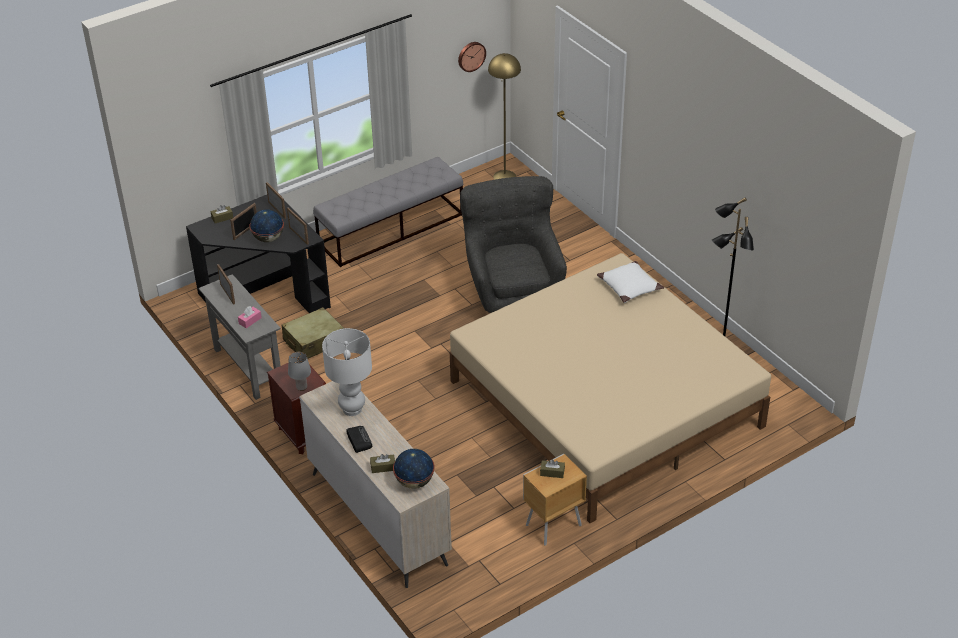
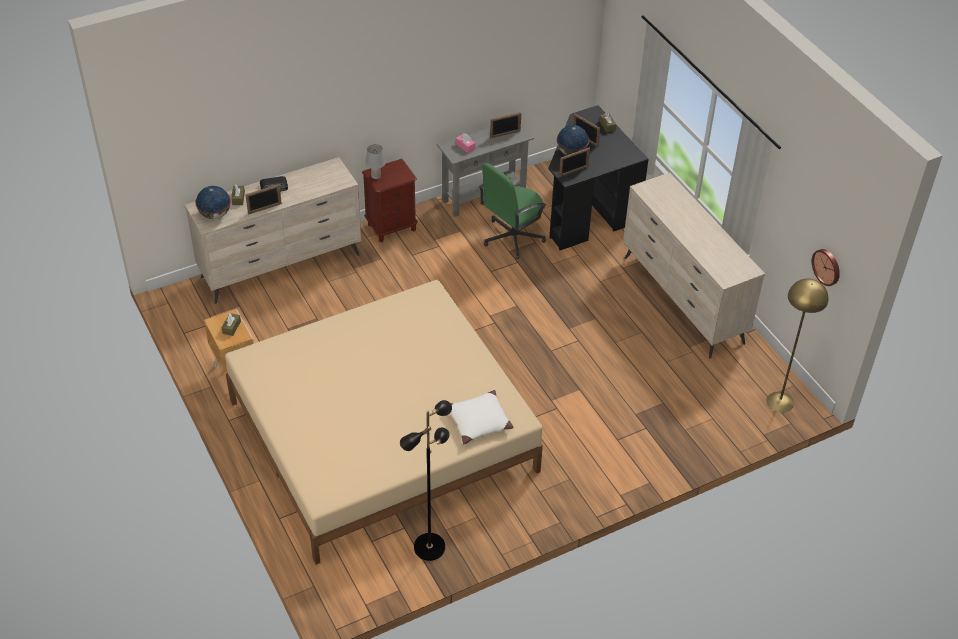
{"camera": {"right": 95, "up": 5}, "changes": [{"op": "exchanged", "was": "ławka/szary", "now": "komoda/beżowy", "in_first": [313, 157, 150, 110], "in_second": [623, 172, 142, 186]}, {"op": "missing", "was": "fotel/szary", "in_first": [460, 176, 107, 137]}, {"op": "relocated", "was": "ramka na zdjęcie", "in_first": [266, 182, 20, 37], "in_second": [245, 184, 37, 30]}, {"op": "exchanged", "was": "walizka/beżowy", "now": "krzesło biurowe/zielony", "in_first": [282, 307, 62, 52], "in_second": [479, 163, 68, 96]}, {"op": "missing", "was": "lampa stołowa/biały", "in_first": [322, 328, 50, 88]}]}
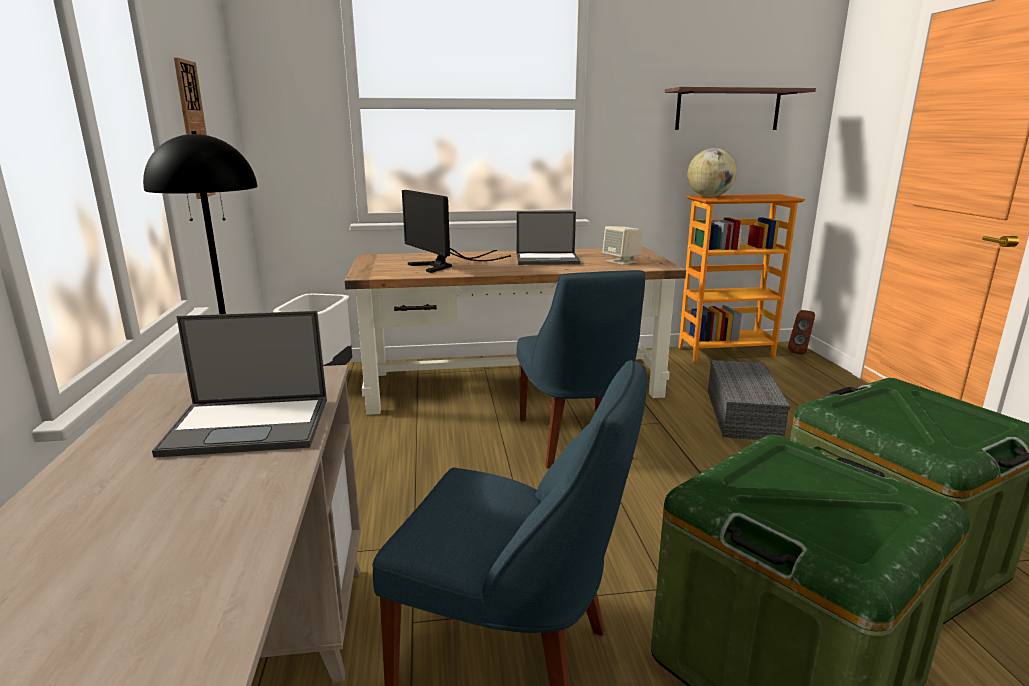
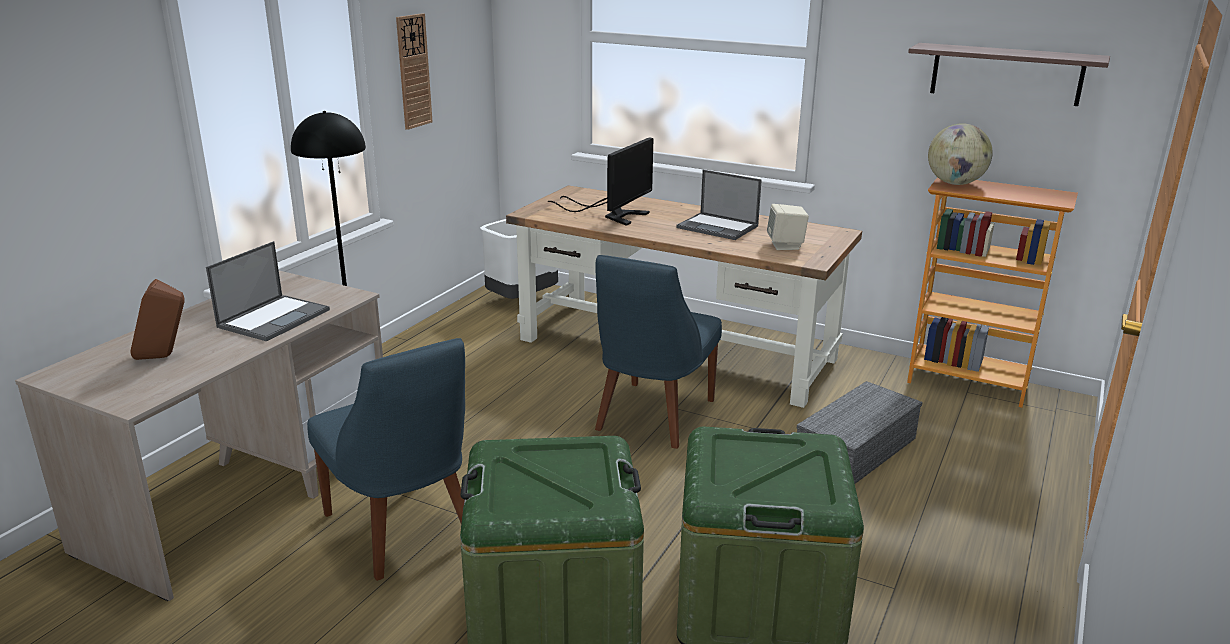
{"camera": {"right": 35, "up": 5}, "changes": [{"op": "spun", "was": "monitor", "in_first": [402, 190, 109, 83], "in_second": [548, 138, 105, 88], "clockwise": -150}, {"op": "relocated", "was": "głośnik/brązowy", "in_first": [788, 310, 27, 45], "in_second": [130, 279, 55, 81]}, {"op": "spun", "was": "laptop", "in_first": [152, 311, 175, 147], "in_second": [206, 241, 124, 100], "clockwise": -90}]}
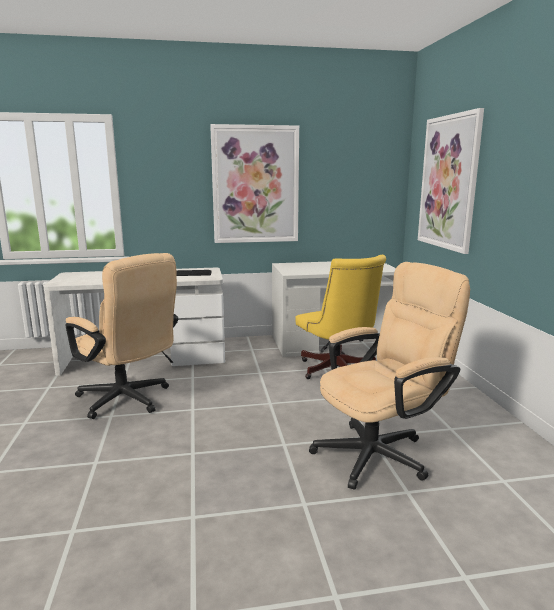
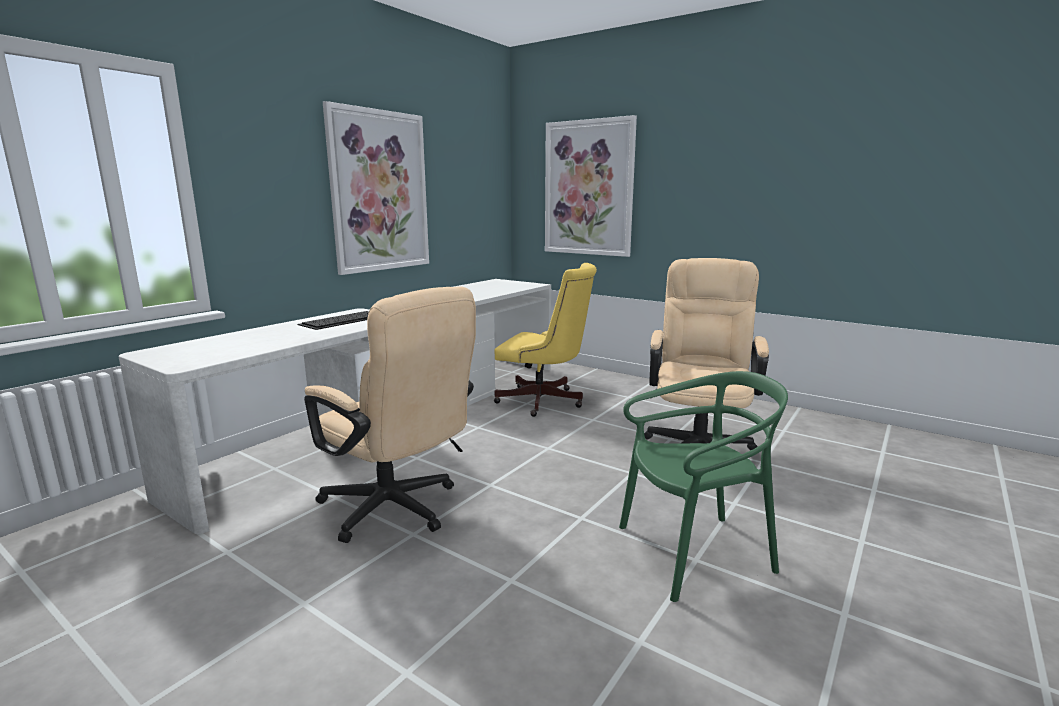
{"camera": {"right": -45, "up": 0}, "changes": [{"op": "spun", "was": "krzesło biurowe/beżowy", "in_first": [65, 253, 113, 166], "in_second": [304, 286, 172, 257], "clockwise": 45}, {"op": "appeared", "now": "krzesło/zielony", "in_second": [619, 371, 169, 231]}]}
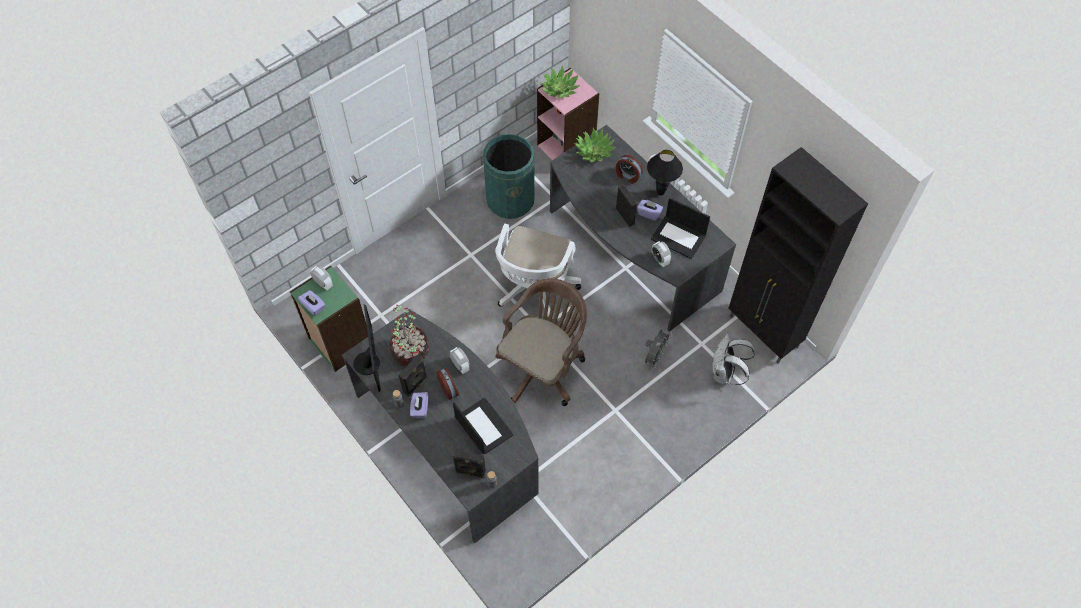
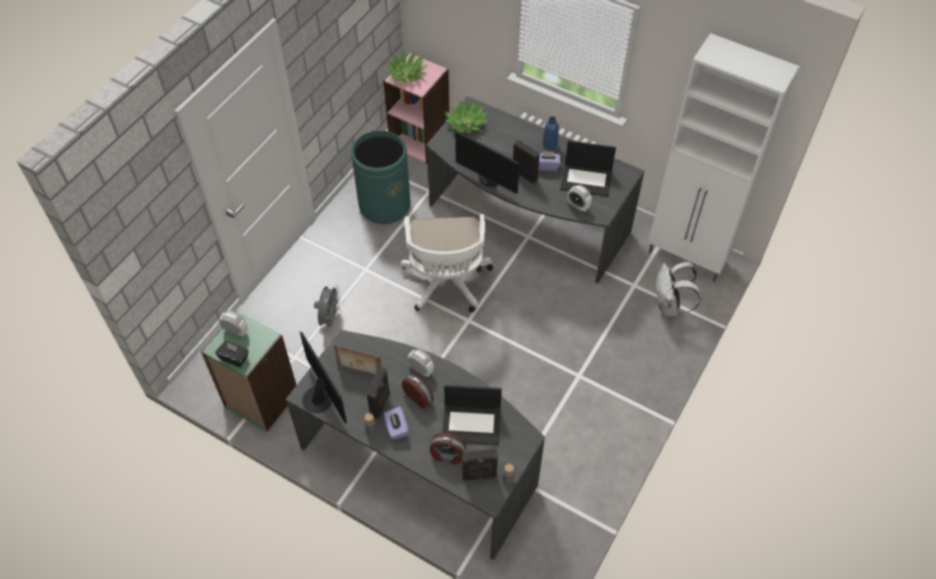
{"camera": {"right": -20, "up": -5}, "changes": [{"op": "colour", "was": "szafka/czarny", "now": "szafka/biały", "in_first": [728, 147, 140, 216], "in_second": [648, 33, 152, 249]}, {"op": "exchanged", "was": "lampa stołowa/czarny", "now": "butelka/niebieski", "in_first": [647, 150, 36, 45], "in_second": [542, 116, 17, 33]}, {"op": "relocated", "was": "budzik", "in_first": [616, 155, 27, 29], "in_second": [430, 433, 36, 32]}, {"op": "missing", "was": "krzesło biurowe/brązowy", "in_first": [495, 278, 92, 128]}, {"op": "colour", "was": "pudełko chusteczek/fioletowy", "now": "pudełko chusteczek/czarny", "in_first": [298, 290, 27, 26], "in_second": [215, 341, 34, 26]}, {"op": "exchanged", "was": "roślina doniczkowa", "now": "ramka na zdjęcie", "in_first": [390, 305, 39, 61], "in_second": [334, 344, 48, 31]}, {"op": "relocated", "was": "wentylator/szary", "in_first": [645, 330, 28, 40], "in_second": [314, 285, 27, 45]}, {"op": "spun", "was": "laptop", "in_first": [453, 398, 60, 56], "in_second": [442, 385, 60, 60], "clockwise": 150}, {"op": "appeared", "now": "monitor", "in_second": [455, 130, 65, 63]}]}
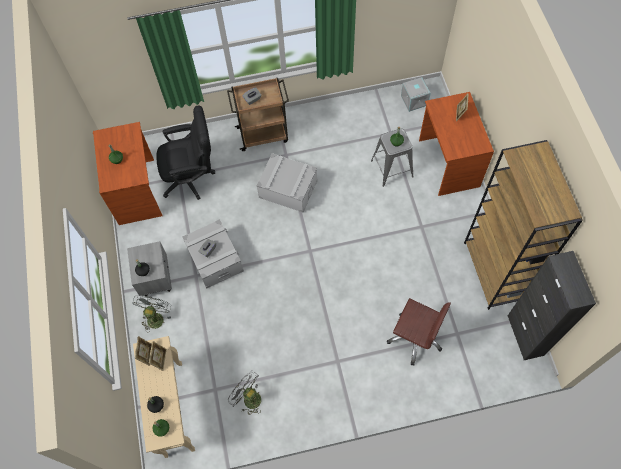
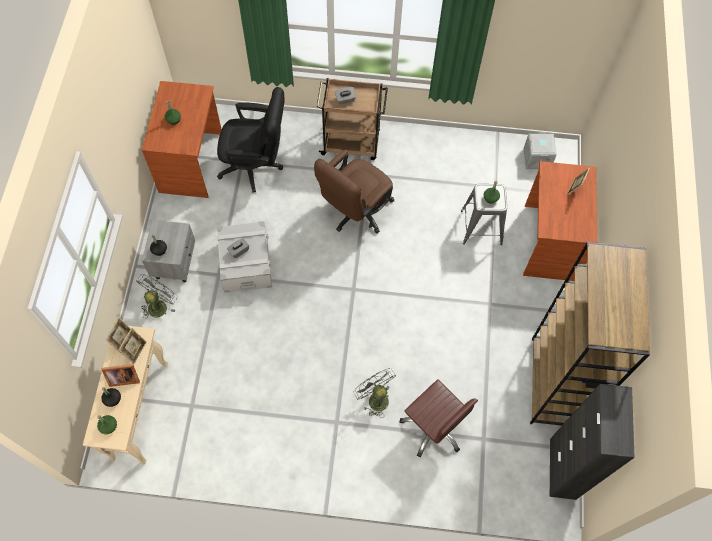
{"camera": {"right": 15, "up": 0}, "changes": [{"op": "exchanged", "was": "pojemnik do przechowywania/szary", "now": "krzesło biurowe/brązowy", "in_first": [256, 153, 61, 59], "in_second": [314, 150, 80, 84]}, {"op": "relocated", "was": "wentylator/szary", "in_first": [228, 371, 33, 44], "in_second": [354, 368, 42, 50]}, {"op": "appeared", "now": "ramka na zdjęcie", "in_second": [101, 364, 39, 23]}]}
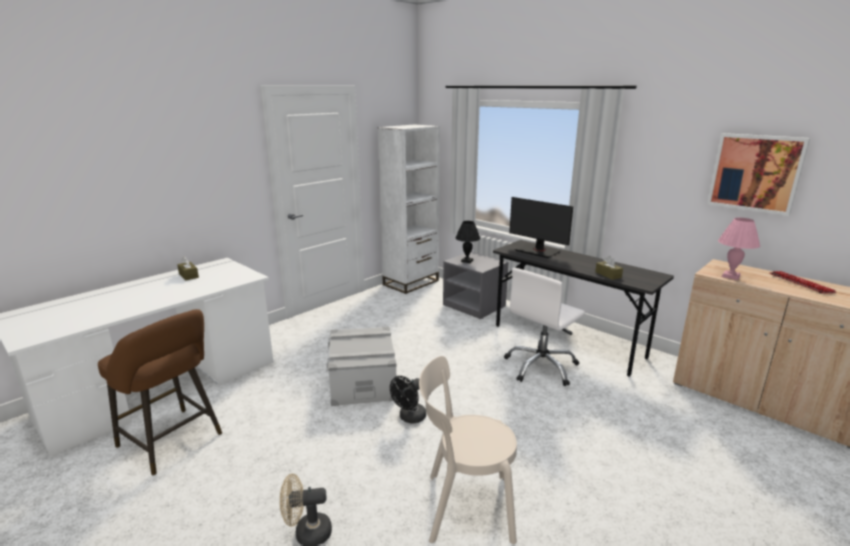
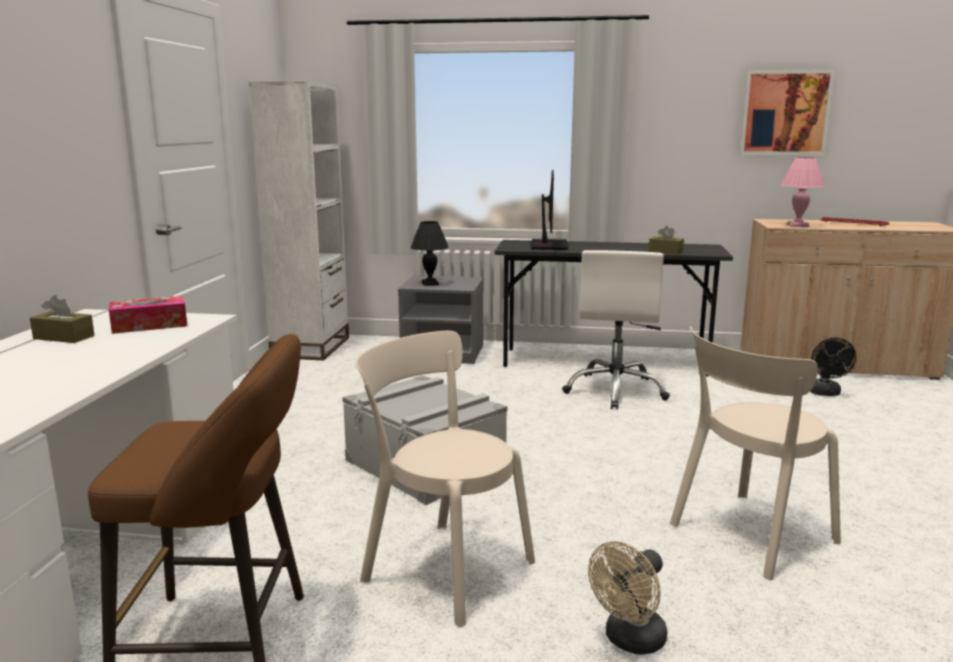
{"camera": {"right": -35, "up": -5}, "changes": [{"op": "spun", "was": "monitor", "in_first": [509, 197, 64, 61], "in_second": [530, 170, 38, 80], "clockwise": -90}, {"op": "relocated", "was": "wentylator/czarny", "in_first": [390, 376, 36, 48], "in_second": [810, 338, 46, 58]}, {"op": "appeared", "now": "pudełko chusteczek", "in_second": [109, 296, 78, 38]}, {"op": "appeared", "now": "krzesło/beżowy", "in_second": [356, 331, 179, 296]}]}
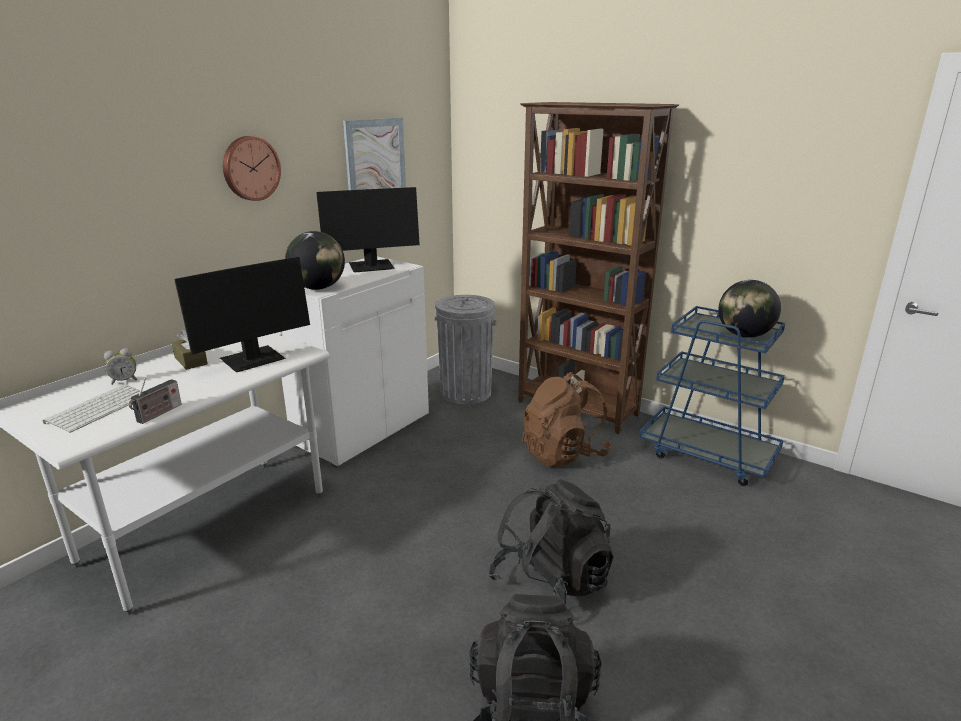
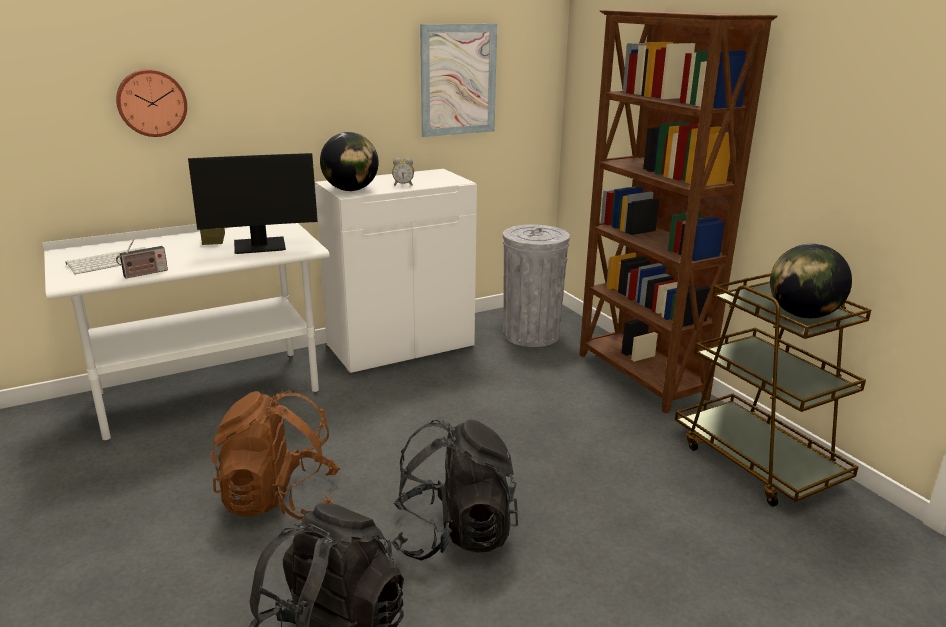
{"camera": {"right": 25, "up": 0}, "changes": [{"op": "relocated", "was": "zegar ścienny", "in_first": [223, 136, 58, 65], "in_second": [116, 69, 71, 68]}, {"op": "missing", "was": "monitor", "in_first": [316, 187, 104, 85]}, {"op": "colour", "was": "wózek/niebieski", "now": "wózek/brązowy", "in_first": [639, 306, 146, 180], "in_second": [675, 273, 196, 234]}, {"op": "relocated", "was": "budzik", "in_first": [104, 348, 33, 37], "in_second": [392, 158, 22, 28]}, {"op": "relocated", "was": "plecak/brązowy", "in_first": [522, 372, 89, 95], "in_second": [210, 390, 130, 130]}]}
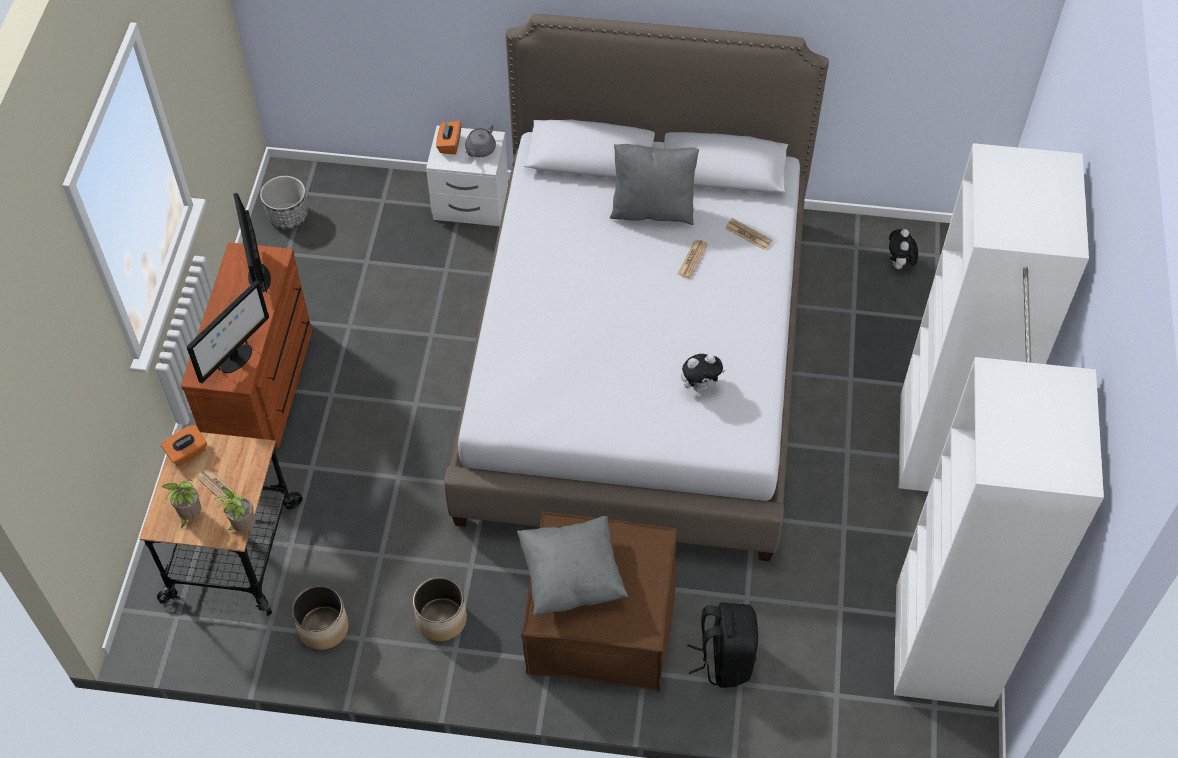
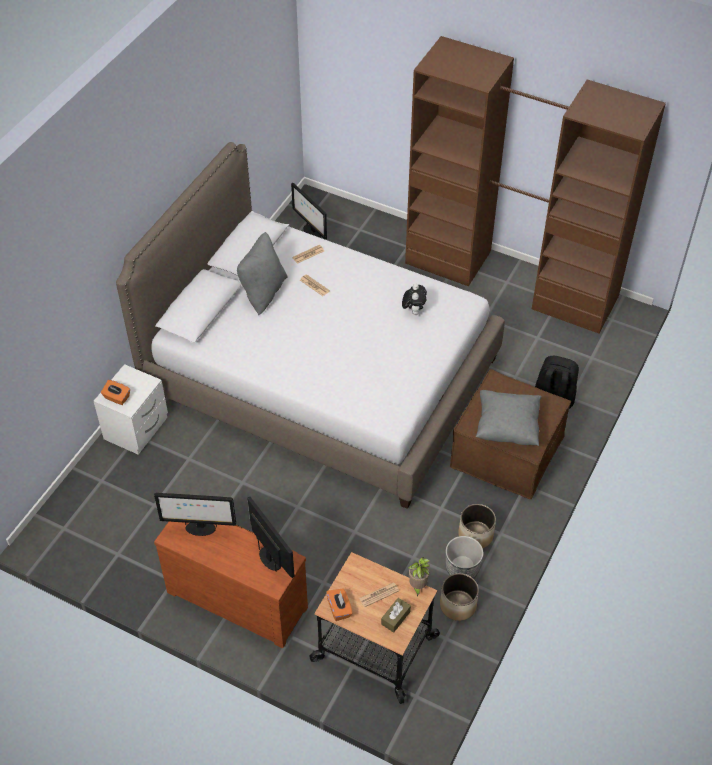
{"camera": {"right": -70, "up": -5}, "changes": [{"op": "missing", "was": "imbryk/szary", "in_first": [465, 124, 31, 33]}, {"op": "colour", "was": "szafa/biały", "now": "szafa/brązowy", "in_first": [894, 143, 210, 564], "in_second": [405, 36, 261, 297]}, {"op": "relocated", "was": "donica", "in_first": [260, 176, 48, 53], "in_second": [446, 536, 37, 42]}, {"op": "exchanged", "was": "pluszak", "now": "monitor", "in_first": [889, 229, 29, 42], "in_second": [291, 183, 36, 57]}, {"op": "exchanged", "was": "roślina doniczkowa", "now": "pudełko chusteczek/brązowy", "in_first": [162, 480, 39, 48], "in_second": [381, 598, 30, 35]}]}
